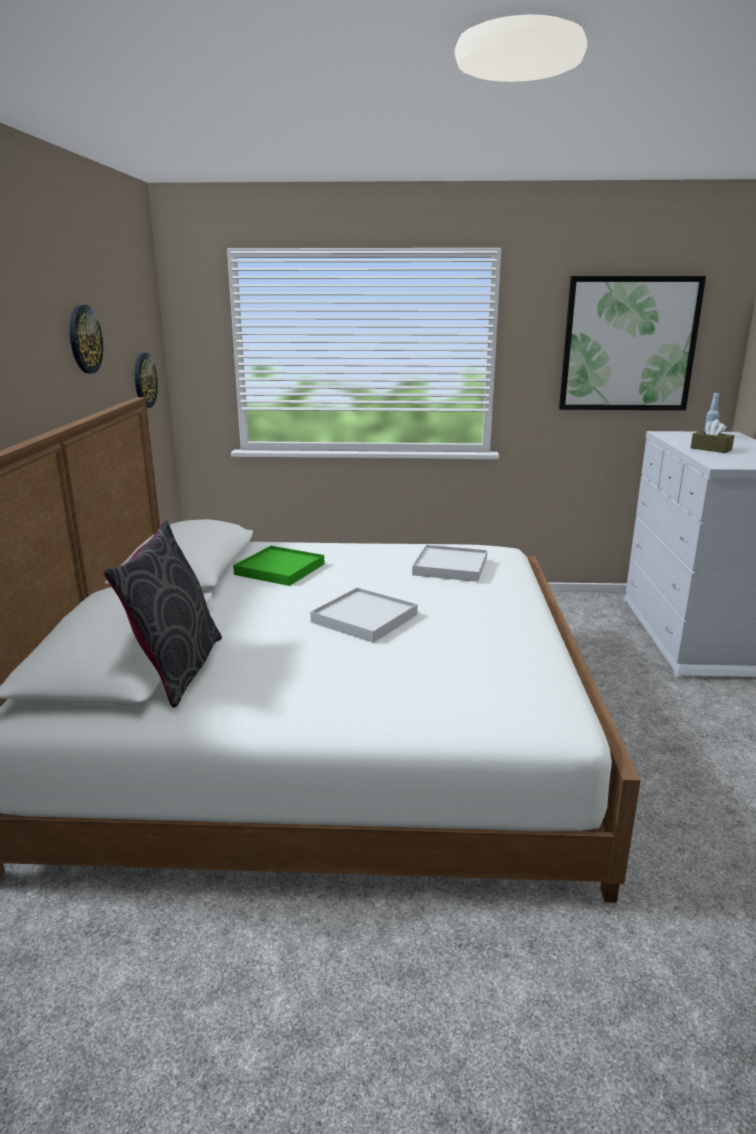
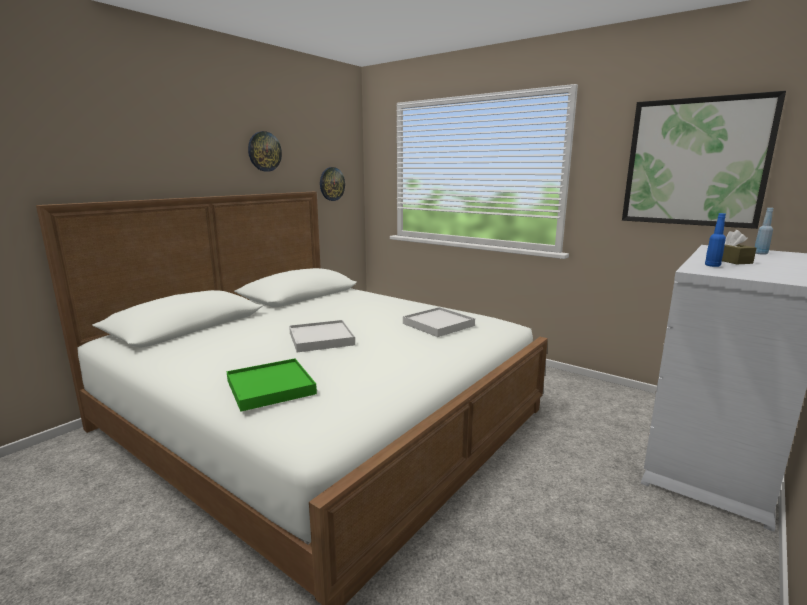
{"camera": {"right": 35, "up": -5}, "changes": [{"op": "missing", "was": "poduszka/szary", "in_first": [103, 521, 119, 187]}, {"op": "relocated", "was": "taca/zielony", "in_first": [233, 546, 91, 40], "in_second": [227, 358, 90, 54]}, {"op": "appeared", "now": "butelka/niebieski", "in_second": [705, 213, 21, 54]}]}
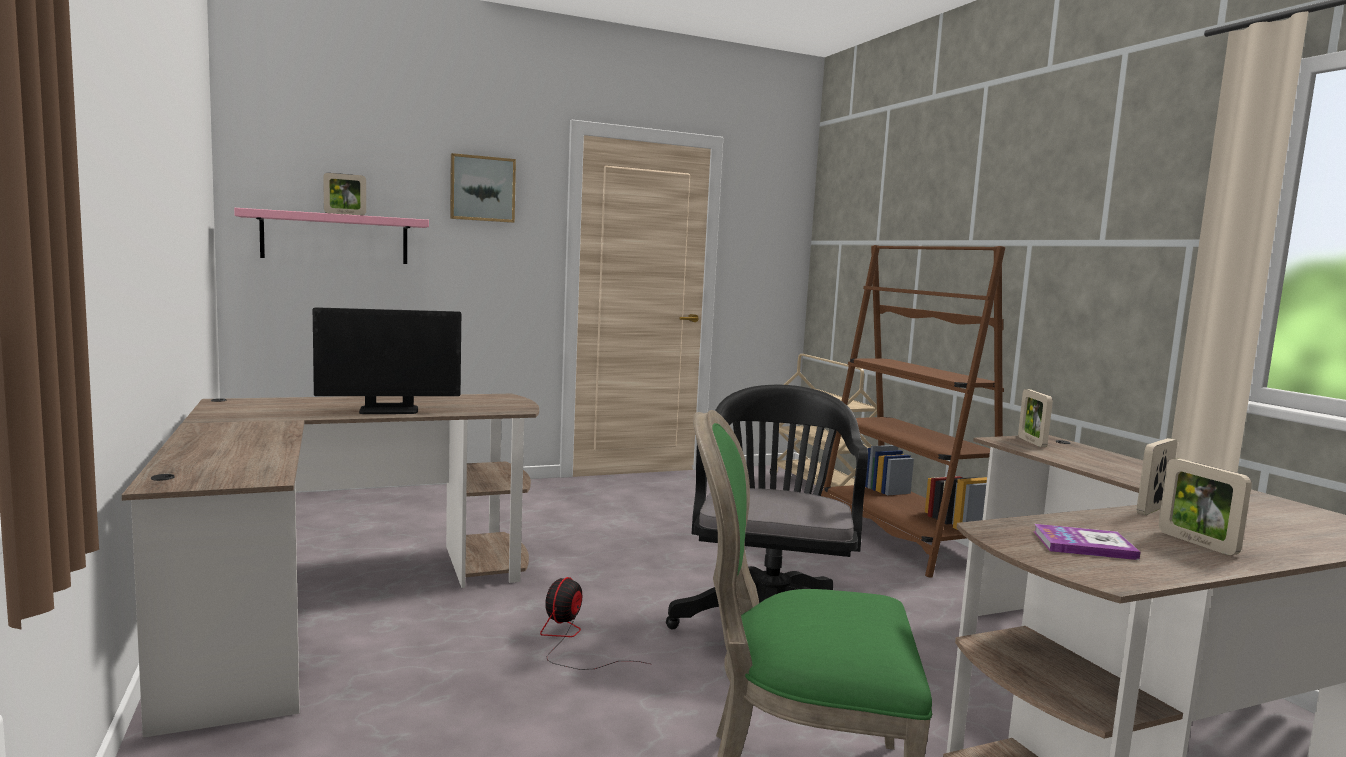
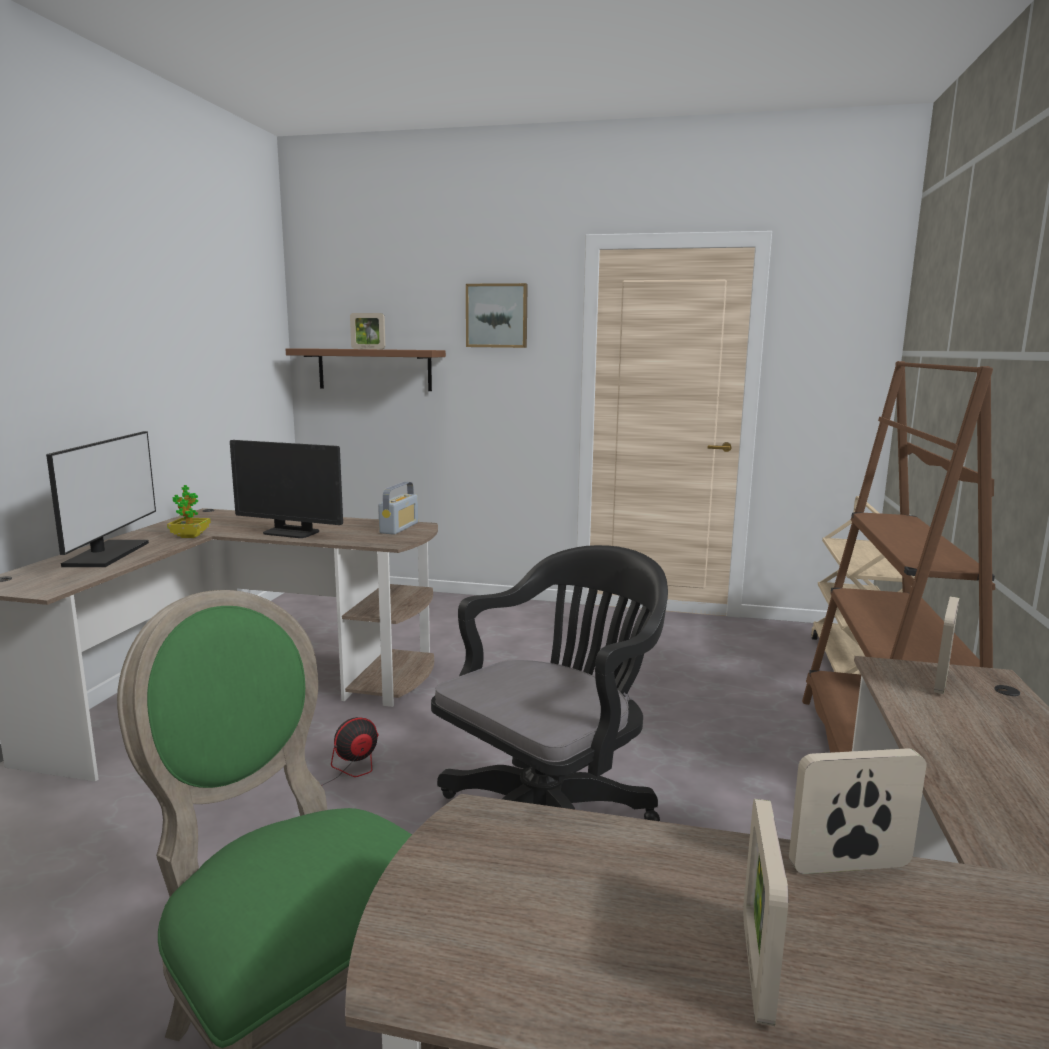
{"camera": {"right": 35, "up": 5}, "changes": [{"op": "colour", "was": "półka/różowy", "now": "półka/brązowy", "in_first": [234, 208, 195, 56], "in_second": [286, 348, 160, 43]}, {"op": "missing", "was": "książka", "in_first": [1033, 524, 108, 36]}, {"op": "appeared", "now": "monitor", "in_second": [46, 431, 110, 136]}, {"op": "appeared", "now": "radio", "in_second": [378, 482, 40, 53]}, {"op": "appeared", "now": "roślina doniczkowa", "in_second": [167, 485, 44, 53]}]}
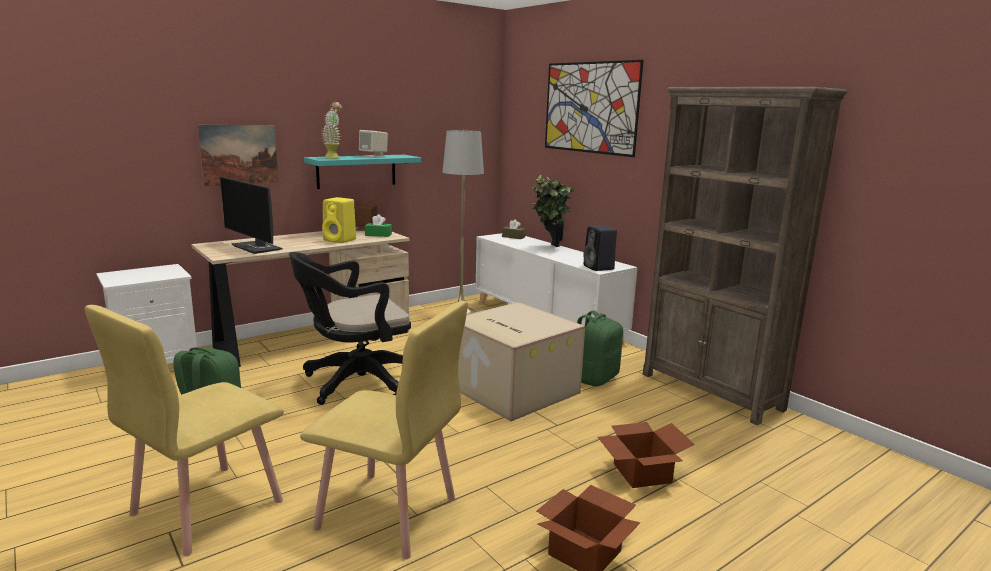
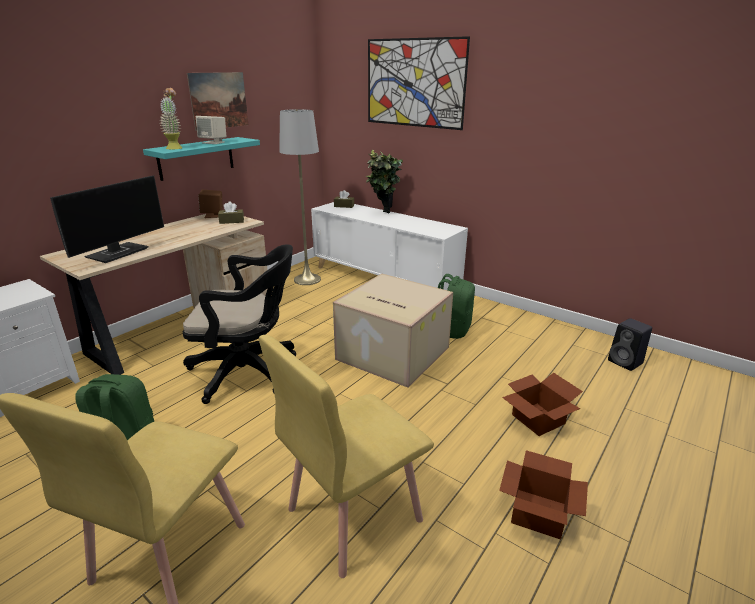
{"camera": {"right": -15, "up": 10}, "changes": [{"op": "missing", "was": "regał/brązowy", "in_first": [643, 87, 205, 338]}, {"op": "relocated", "was": "obraz", "in_first": [198, 125, 80, 61], "in_second": [187, 72, 61, 59]}, {"op": "spun", "was": "monitor", "in_first": [220, 177, 63, 77], "in_second": [50, 175, 114, 88], "clockwise": -90}, {"op": "missing", "was": "głośnik/żółty", "in_first": [322, 197, 34, 46]}, {"op": "colour", "was": "pudełko chusteczek/zielony", "now": "pudełko chusteczek/brązowy", "in_first": [365, 214, 27, 23], "in_second": [218, 202, 26, 22]}, {"op": "relocated", "was": "głośnik/czarny", "in_first": [583, 225, 34, 46], "in_second": [608, 318, 44, 53]}, {"op": "spun", "was": "krzesło biurowe/czarny", "in_first": [289, 252, 122, 153], "in_second": [183, 245, 113, 159], "clockwise": -135}, {"op": "spun", "was": "krzesło/żółty", "in_first": [300, 301, 168, 258], "in_second": [259, 335, 175, 243], "clockwise": 135}]}
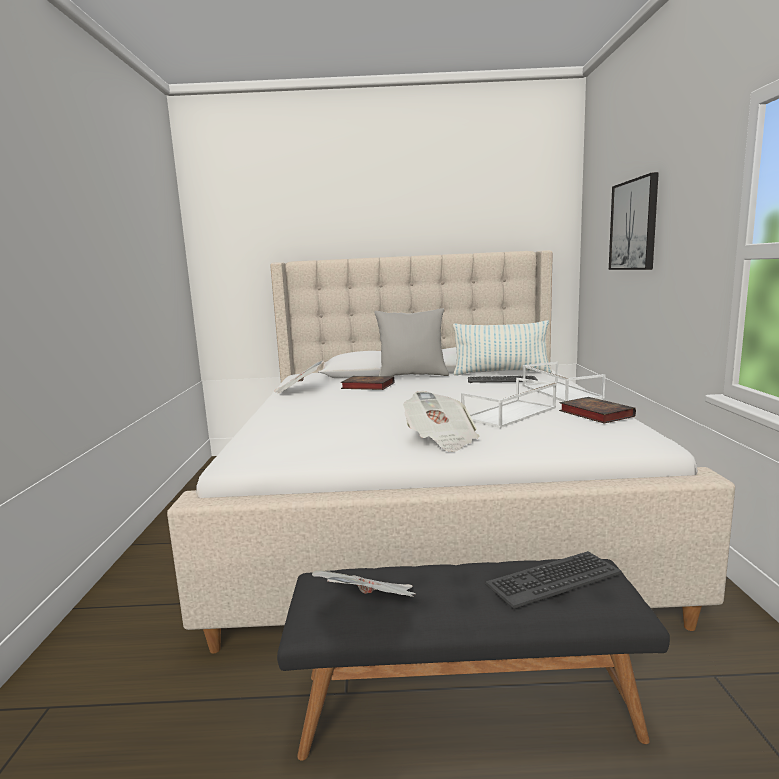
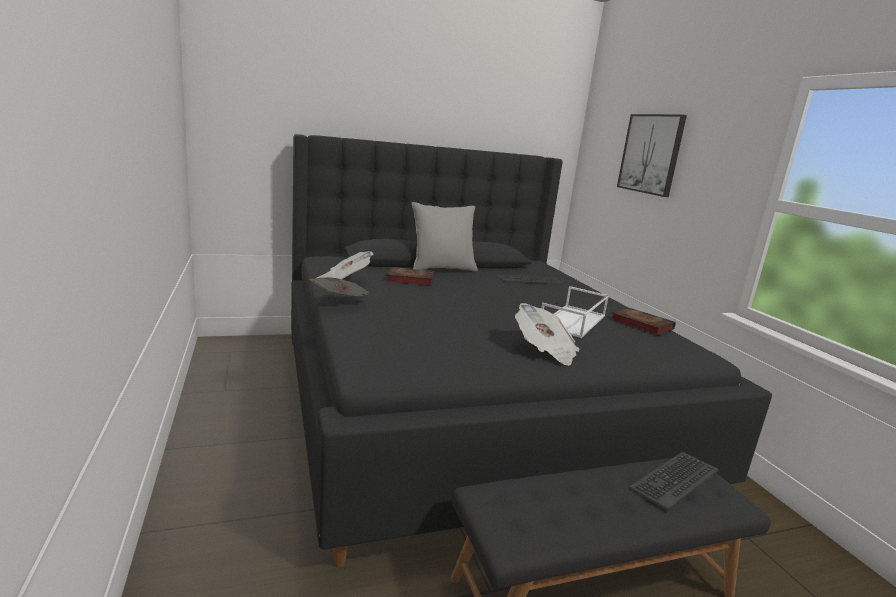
{"camera": {"right": -20, "up": 5}, "changes": [{"op": "colour", "was": "łóżko/beżowy", "now": "łóżko/czarny", "in_first": [167, 250, 568, 404], "in_second": [291, 134, 481, 434]}, {"op": "missing", "was": "poduszka", "in_first": [453, 320, 99, 56]}, {"op": "missing", "was": "taca/biały", "in_first": [522, 362, 83, 40]}, {"op": "relocated", "was": "gazeta", "in_first": [312, 570, 104, 27], "in_second": [309, 277, 60, 19]}]}
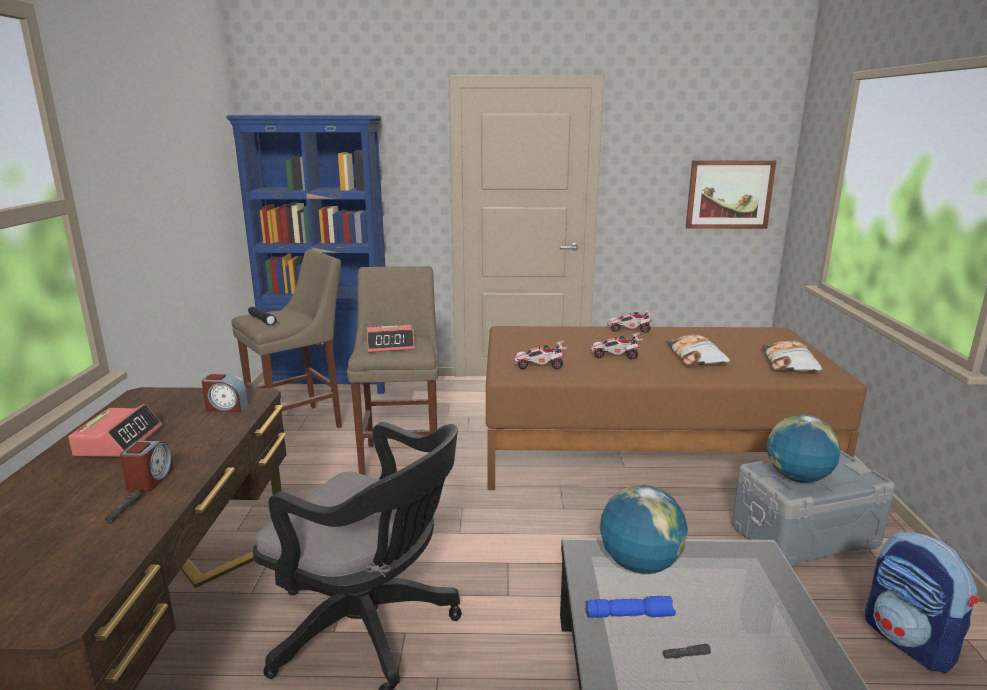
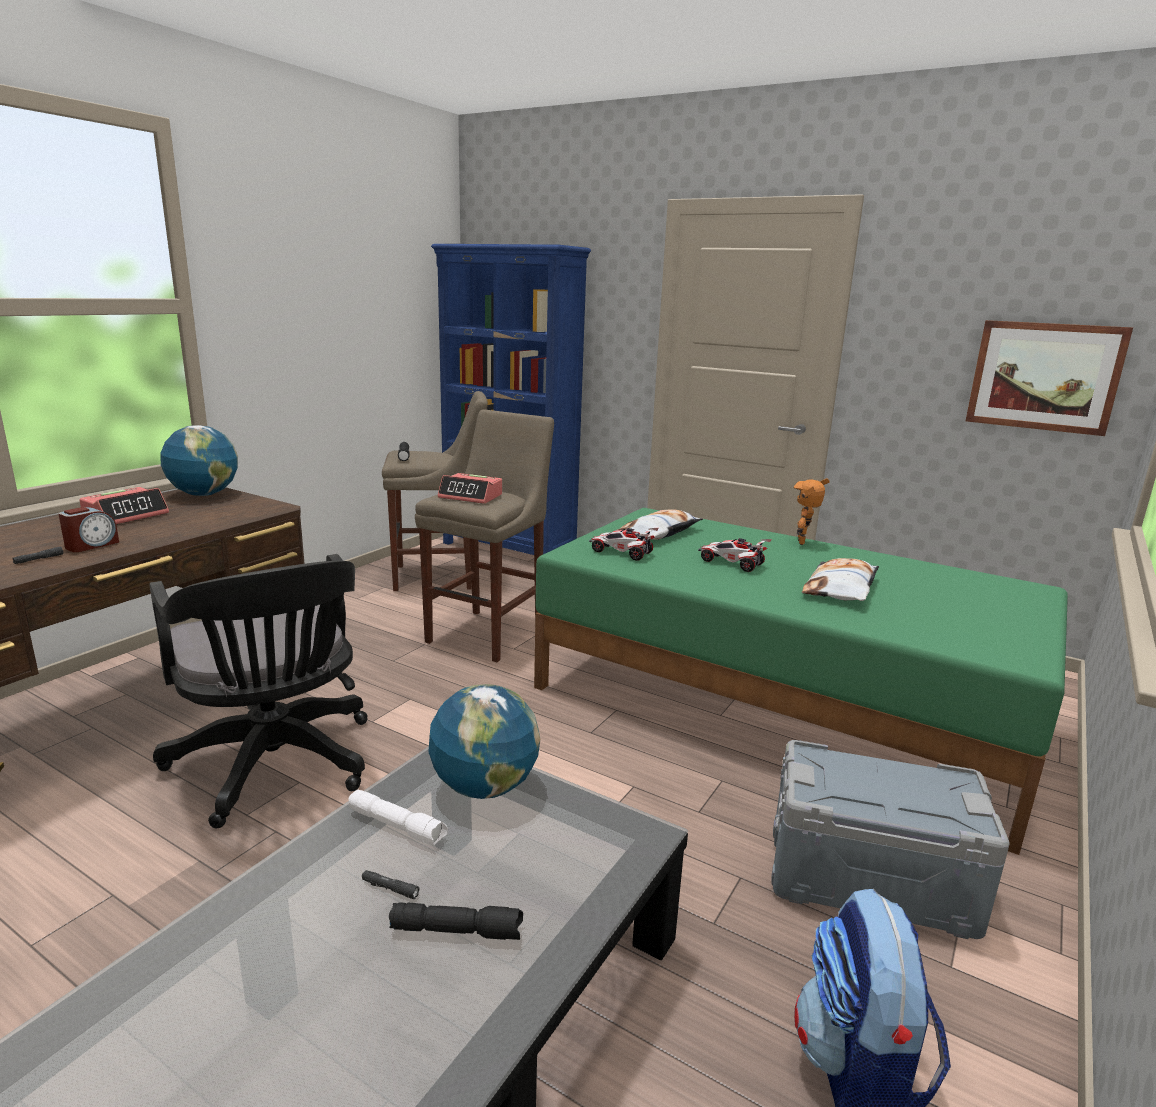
{"camera": {"right": 30, "up": 0}, "changes": [{"op": "exchanged", "was": "samochodzik", "now": "robot zabawkowy", "in_first": [607, 309, 48, 24], "in_second": [793, 478, 37, 67]}, {"op": "colour", "was": "łóżko/brązowy", "now": "łóżko/zielony", "in_first": [486, 326, 381, 164], "in_second": [534, 508, 534, 347]}, {"op": "relocated", "was": "poduszka", "in_first": [762, 341, 60, 31], "in_second": [615, 509, 88, 31]}, {"op": "missing", "was": "budzik", "in_first": [202, 374, 47, 38]}, {"op": "relocated", "was": "globus", "in_first": [767, 415, 74, 68], "in_second": [160, 425, 78, 71]}, {"op": "colour", "was": "latarka/niebieski", "now": "latarka/biały", "in_first": [585, 596, 91, 22], "in_second": [349, 789, 99, 58]}, {"op": "appeared", "now": "latarka/czarny", "in_second": [389, 902, 134, 38]}]}
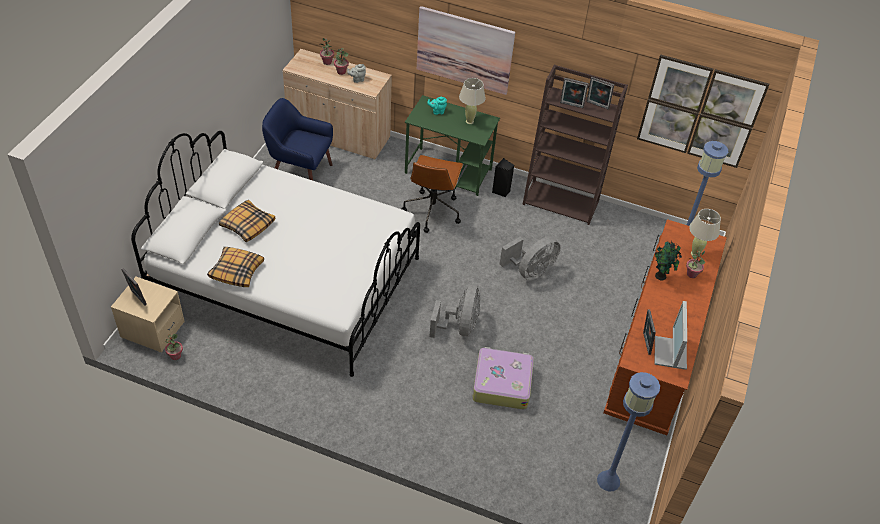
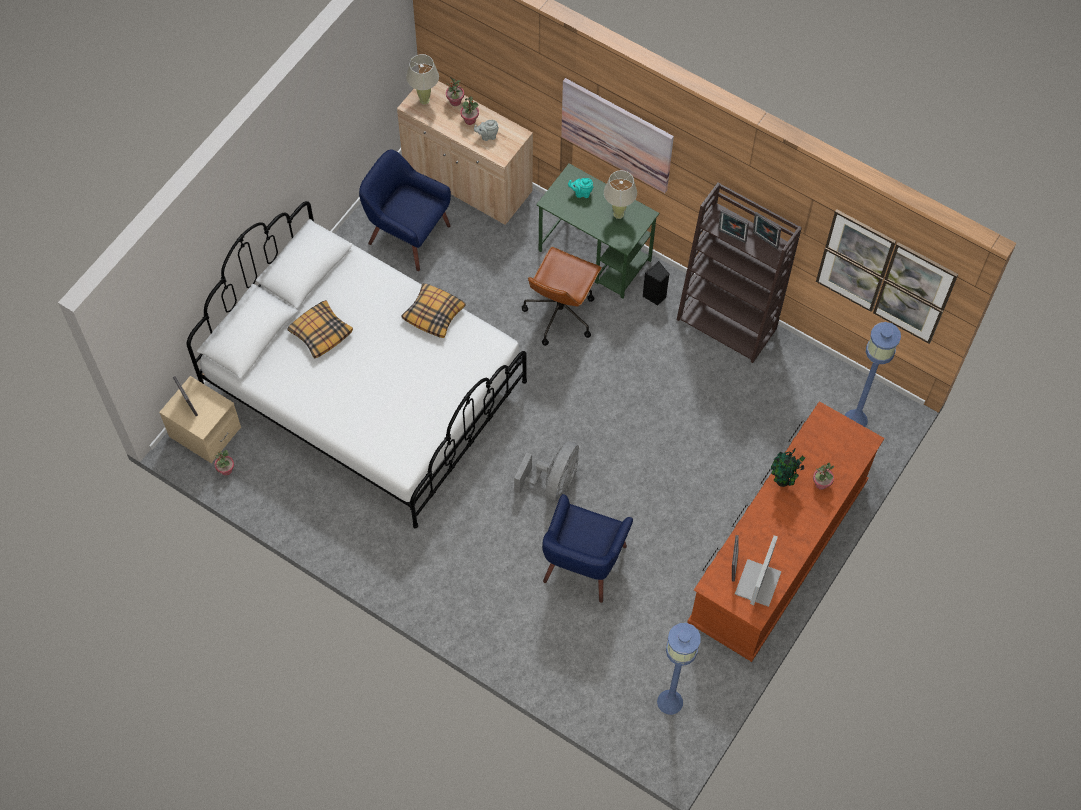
{"camera": {"right": 15, "up": 15}, "changes": [{"op": "relocated", "was": "lampa stołowa/beżowy", "in_first": [689, 209, 32, 47], "in_second": [406, 54, 33, 51]}, {"op": "missing", "was": "wentylator/szary", "in_first": [500, 237, 60, 43]}, {"op": "relocated", "was": "poduszka", "in_first": [207, 247, 57, 40], "in_second": [402, 283, 63, 55]}, {"op": "exchanged", "was": "walizka", "now": "fotel/niebieski", "in_first": [472, 347, 62, 62], "in_second": [542, 494, 91, 109]}]}
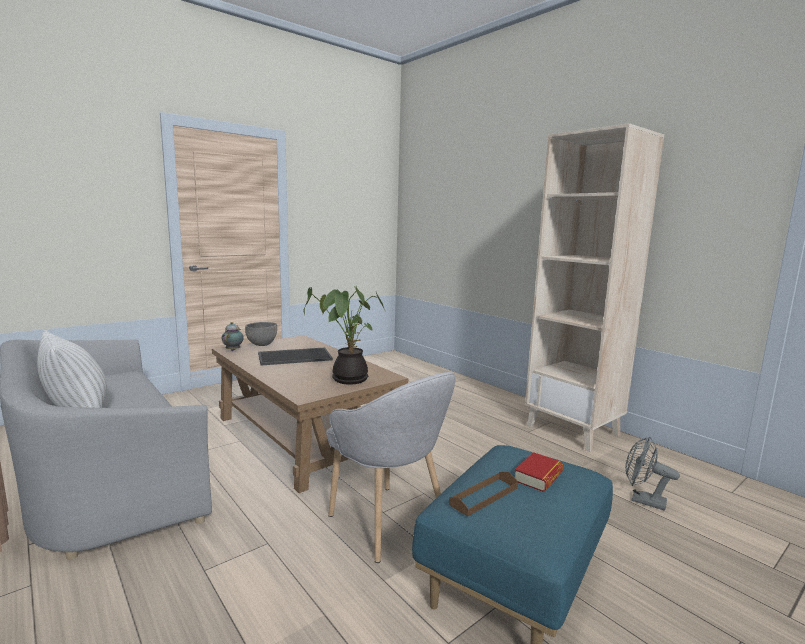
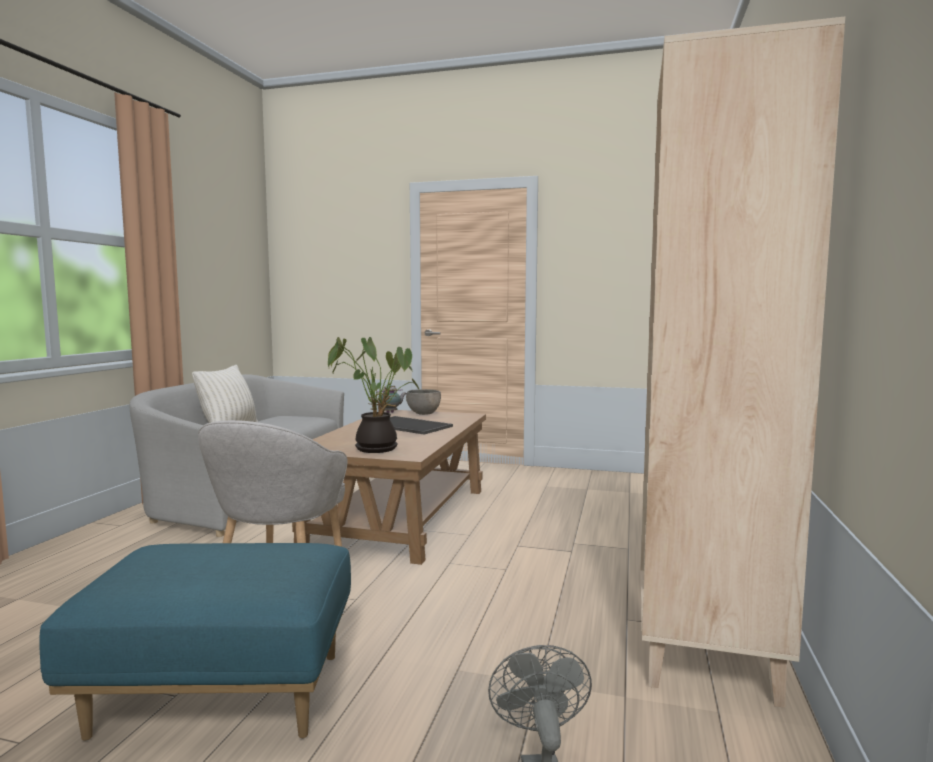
{"camera": {"right": 55, "up": -5}, "changes": [{"op": "missing", "was": "książka", "in_first": [515, 452, 48, 40]}, {"op": "missing", "was": "taca/brązowy", "in_first": [449, 472, 69, 45]}]}
